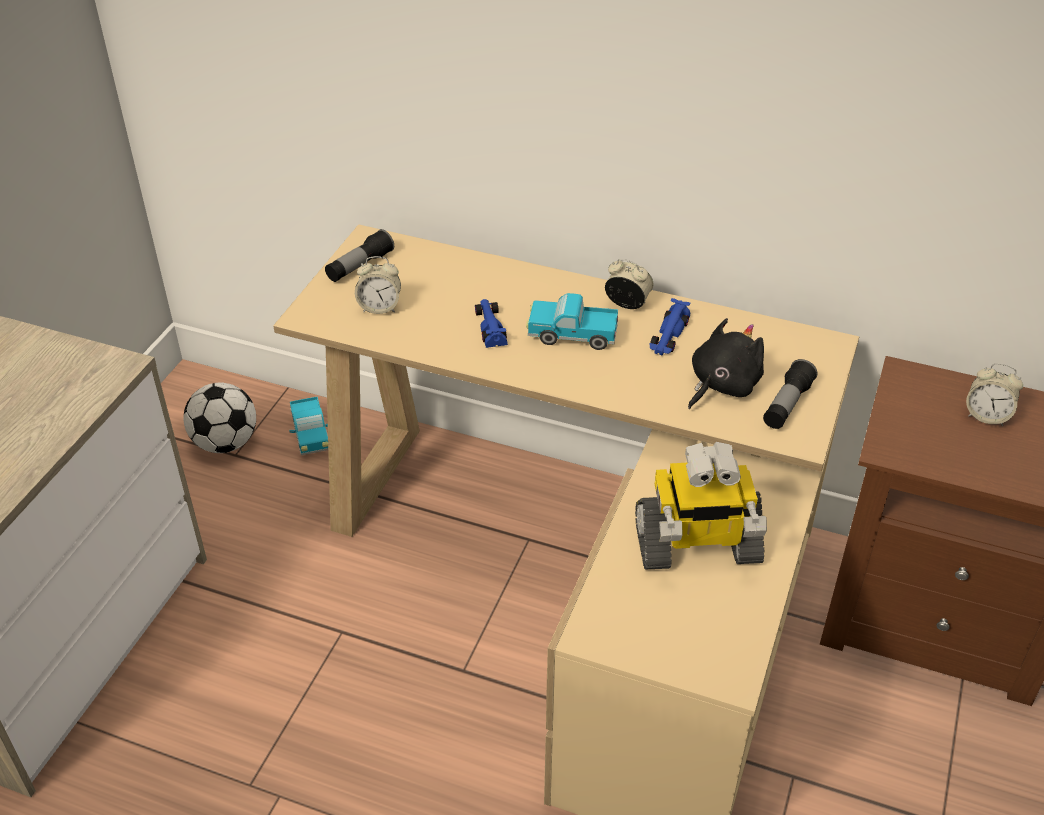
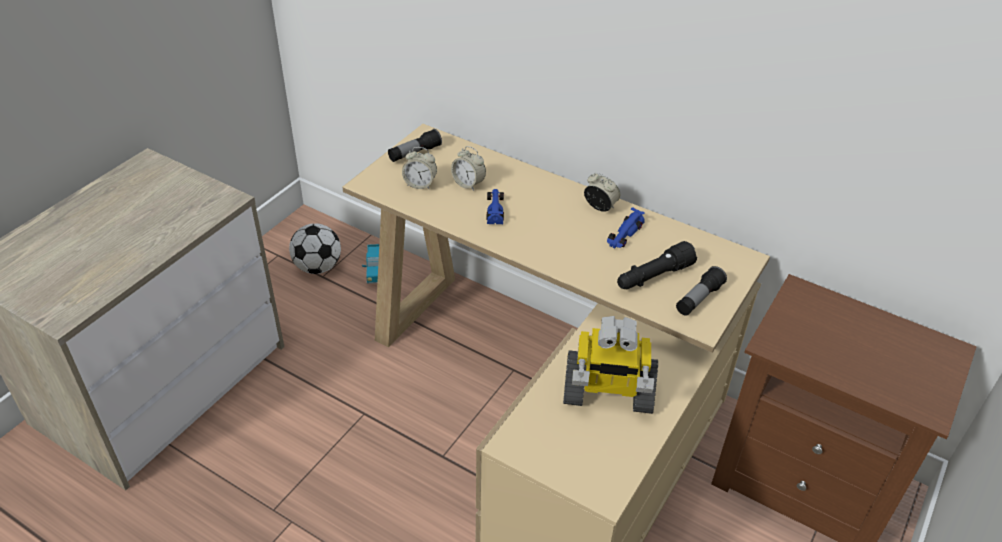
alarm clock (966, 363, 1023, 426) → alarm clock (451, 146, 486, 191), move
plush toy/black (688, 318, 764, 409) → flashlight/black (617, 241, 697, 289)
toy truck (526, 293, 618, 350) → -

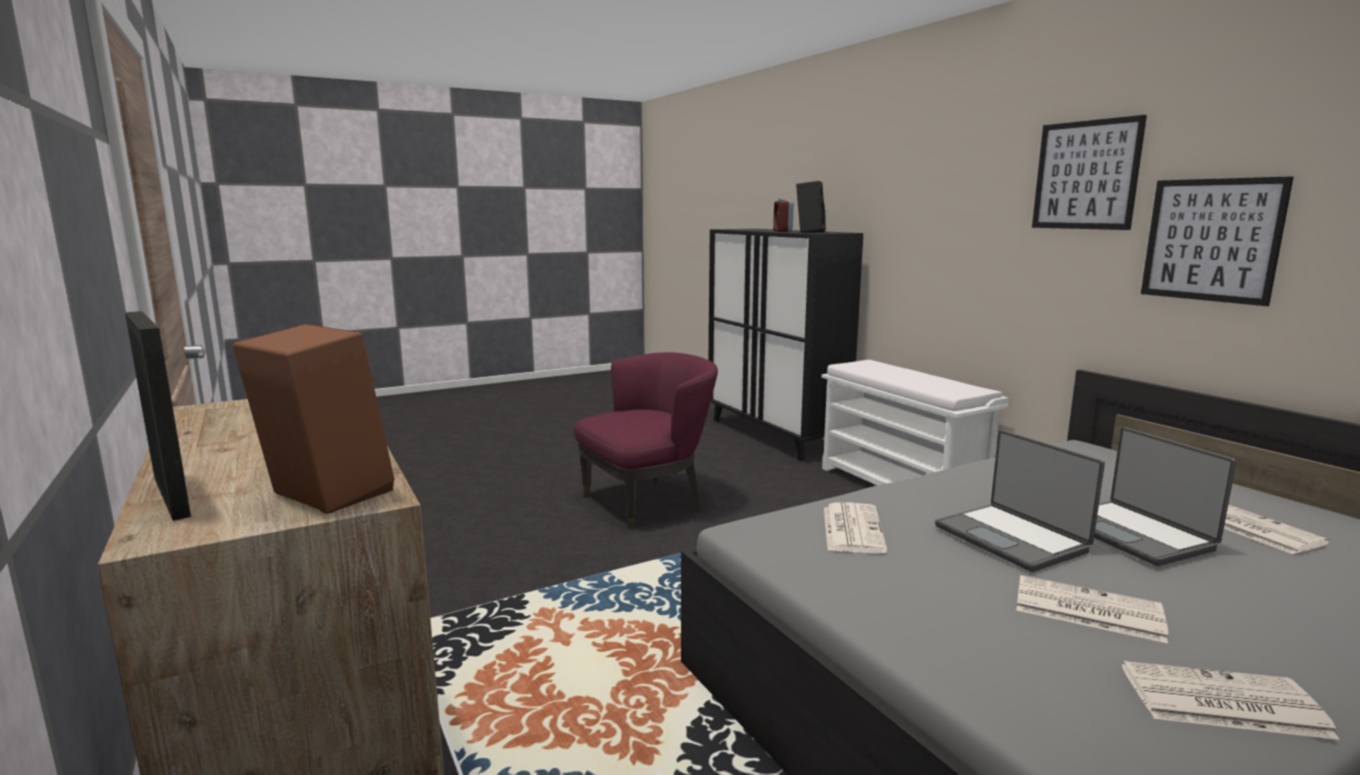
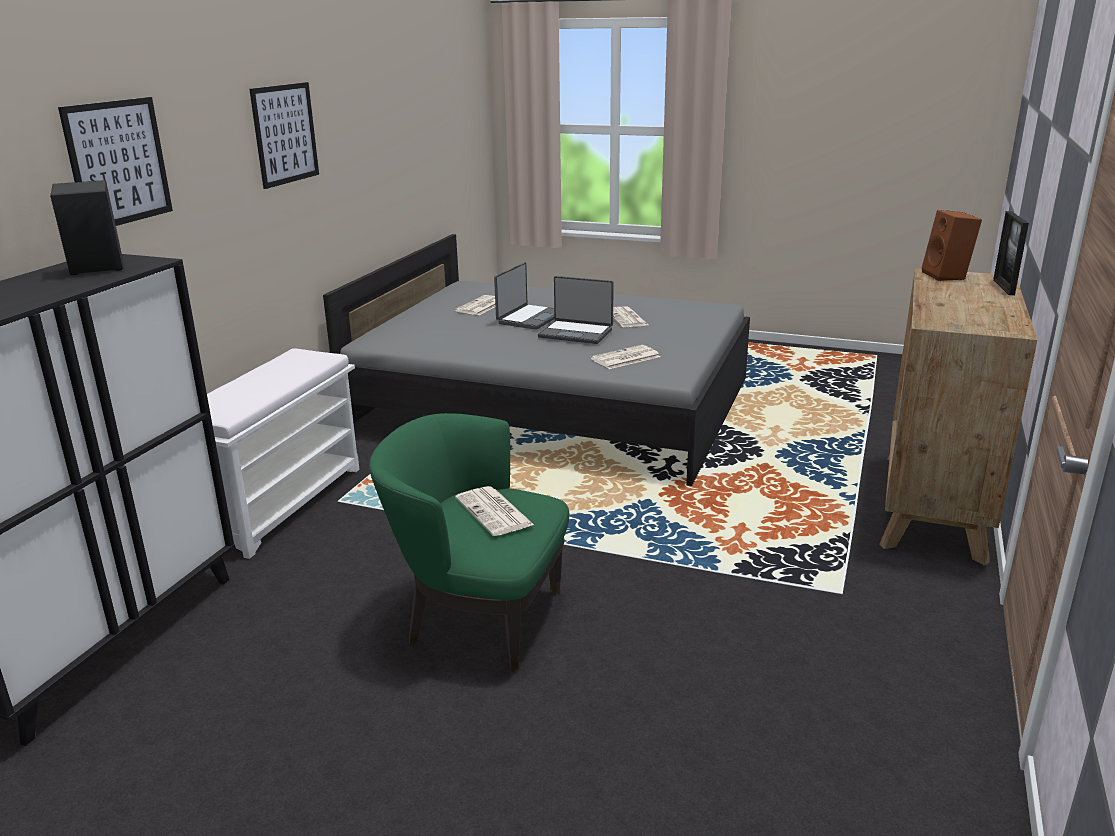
picture (1141, 176, 1294, 306) → picture (58, 97, 173, 226), move
armchair/purple (574, 352, 718, 529) → armchair/green (369, 413, 570, 670)
newspaper (1121, 661, 1340, 740) → newspaper (455, 486, 534, 536), move
laptop (935, 430, 1105, 572) → laptop (538, 276, 614, 344), 90 degrees clockwise
alarm clock (773, 198, 794, 232) → -

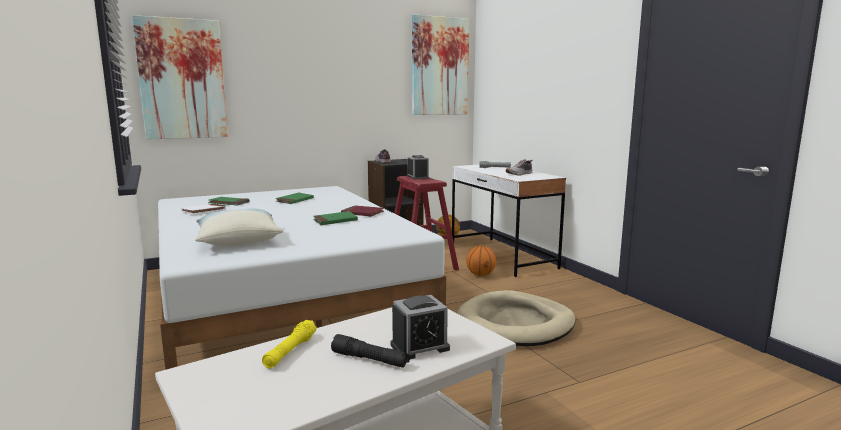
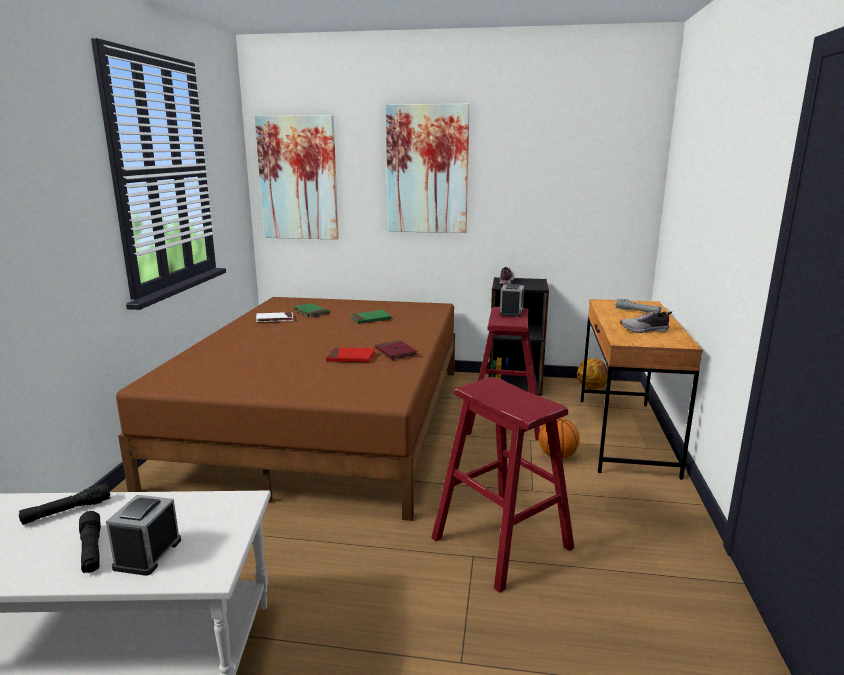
flashlight/yellow (262, 320, 317, 368) → flashlight/black (19, 483, 111, 525)
alarm clock (391, 295, 450, 359) → alarm clock (106, 495, 181, 576), 90 degrees clockwise
bed/white (158, 186, 446, 370) → bed/brown (116, 297, 455, 521)
book/green (313, 211, 358, 225) → book/red (326, 348, 375, 362)
picture (412, 15, 469, 115) → picture (386, 104, 470, 233), move
dog bed/beige (457, 290, 576, 346) → stool/red (432, 377, 574, 593)
desk/white (452, 165, 566, 277) → desk/brown (581, 299, 703, 480)
pillow (195, 209, 283, 246) → -

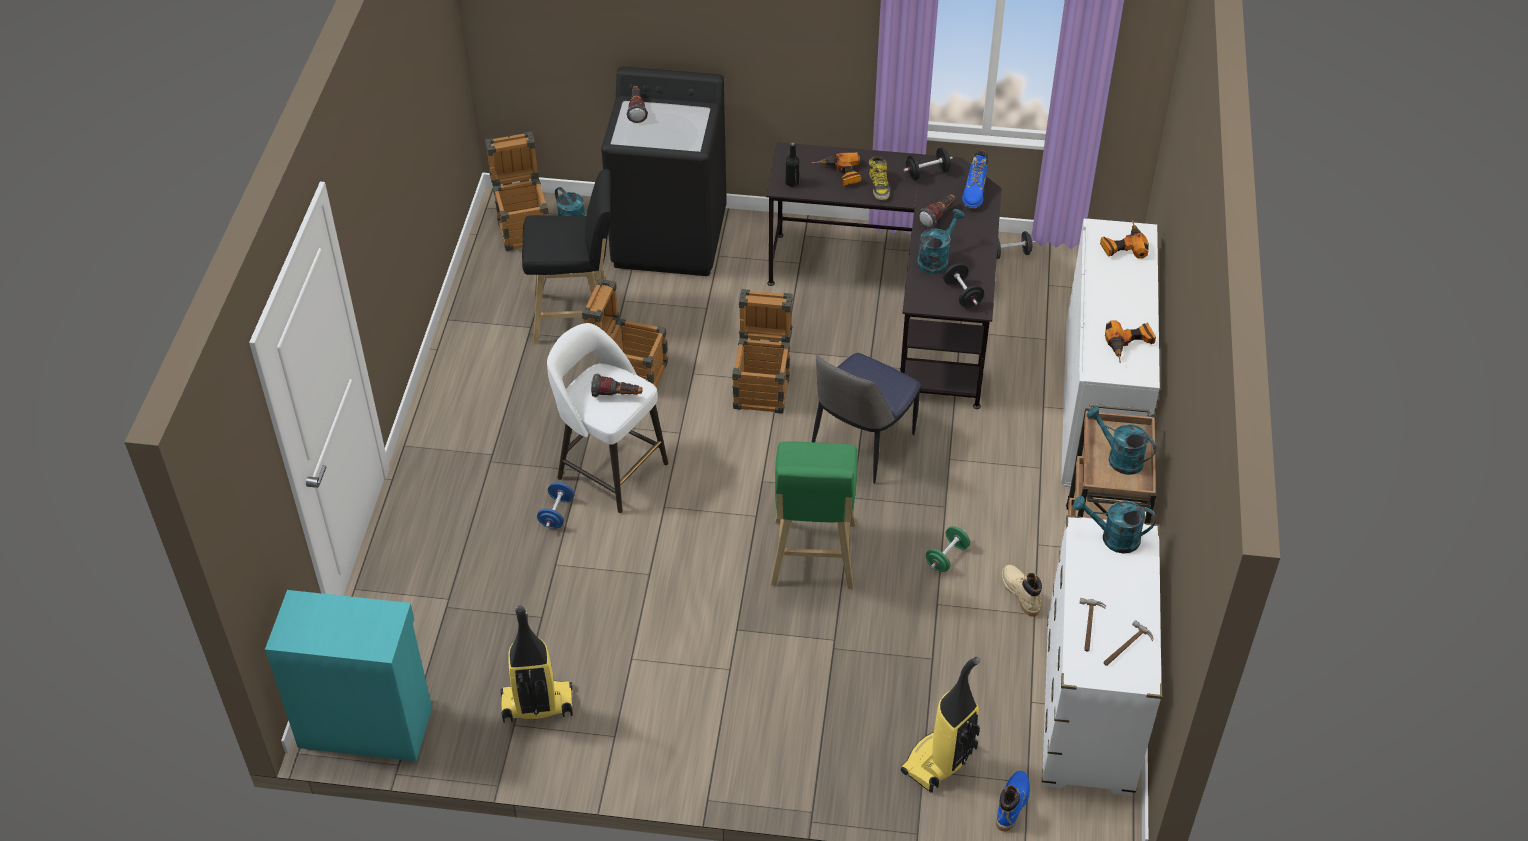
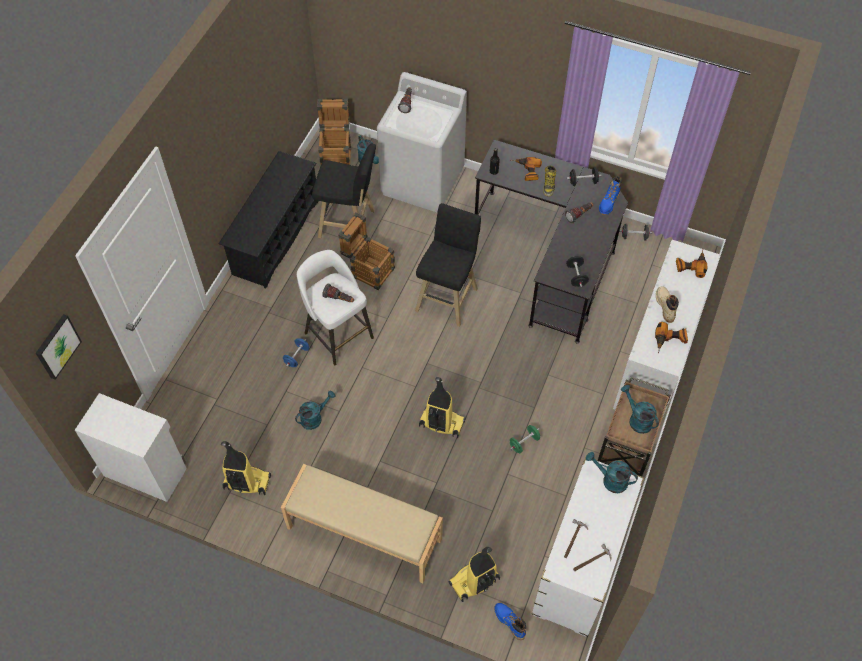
- → picture (36, 314, 82, 380)
cabinet/turquoise (265, 590, 432, 761) → cabinet/white (75, 393, 187, 502)
- → shoe rack/black (219, 151, 319, 289)
- → bench/beige (281, 464, 443, 583)
watering can/turquoise (917, 209, 965, 274) → watering can/turquoise (295, 391, 335, 430), move
washing machine/black (601, 66, 727, 276) → washing machine/white (377, 72, 467, 212)
crate (732, 289, 793, 414) → stool/black (415, 203, 481, 327)
stool/green (771, 441, 858, 589) → vacuum cleaner (419, 377, 465, 438)
boot/blue (996, 771, 1030, 832) → boot/blue (495, 603, 526, 640), 75 degrees counterclockwise
boot/beige (1001, 565, 1042, 617) → boot/beige (656, 286, 679, 323), move
chair (812, 353, 921, 484) → -

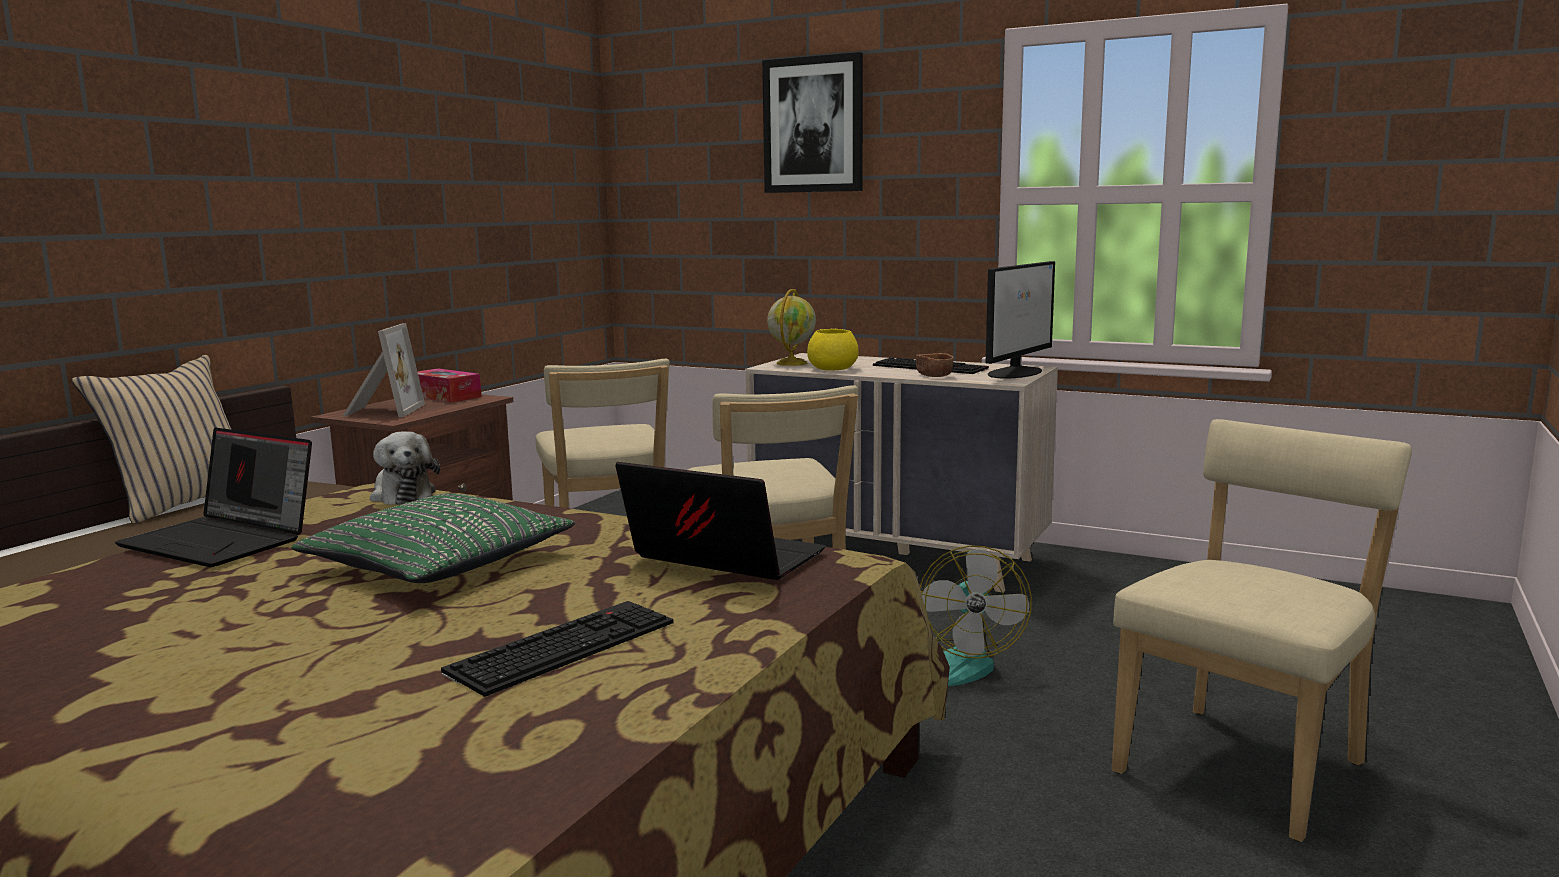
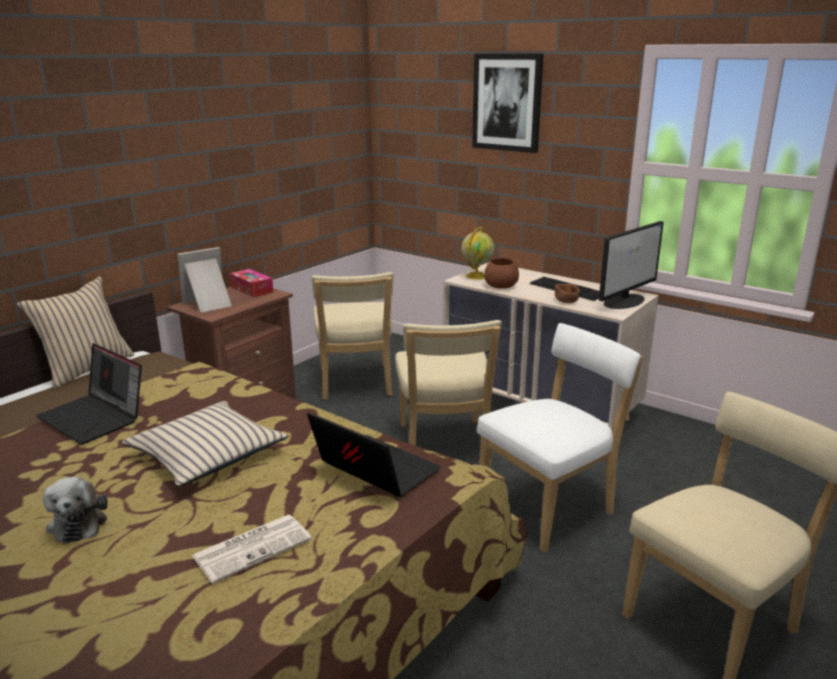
plush toy (370, 432, 440, 505) → plush toy (43, 477, 108, 544), move
pillow/green (292, 493, 575, 583) → pillow/beige (122, 401, 289, 486)
picture frame (342, 323, 425, 417) → picture frame (177, 247, 232, 313), 135 degrees counterclockwise
keyboard (441, 601, 673, 697) → newspaper (191, 515, 312, 584)
fan (920, 545, 1032, 686) → chair/white (477, 323, 643, 553)
bowl/yellow (807, 329, 859, 371) → bowl/brown (484, 258, 519, 289)

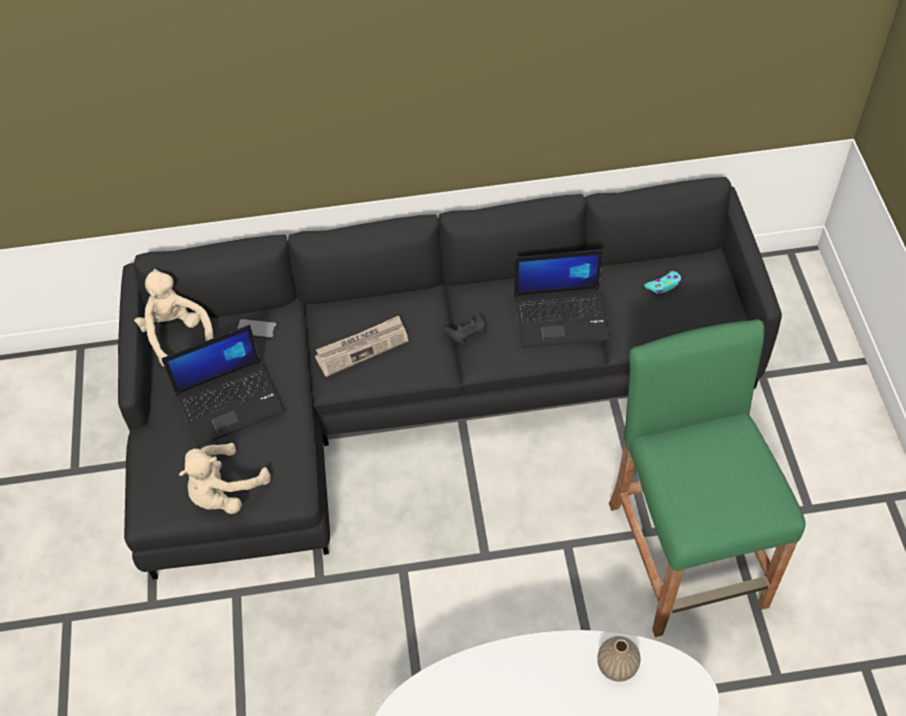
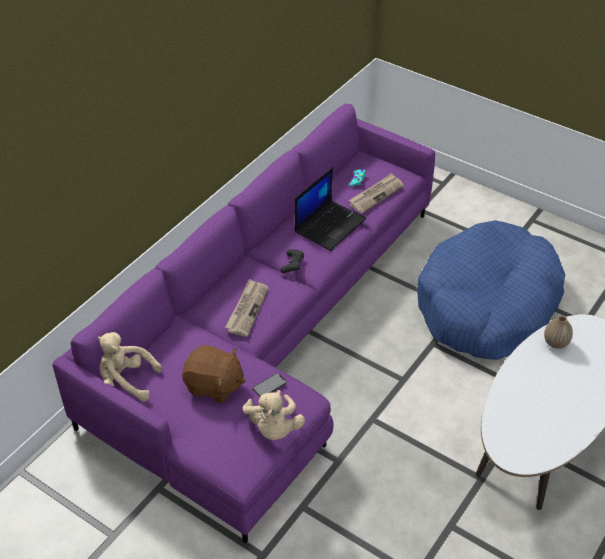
sofa/black (118, 177, 782, 579) → sofa/purple (52, 104, 435, 543)
laptop (161, 325, 284, 447) → plush toy/brown (182, 345, 246, 403)
phone (236, 319, 277, 339) → phone (253, 373, 287, 397), move
- → newspaper (349, 173, 404, 214)
stool/green (609, 319, 806, 637) → dog bed/blue (417, 220, 565, 360)

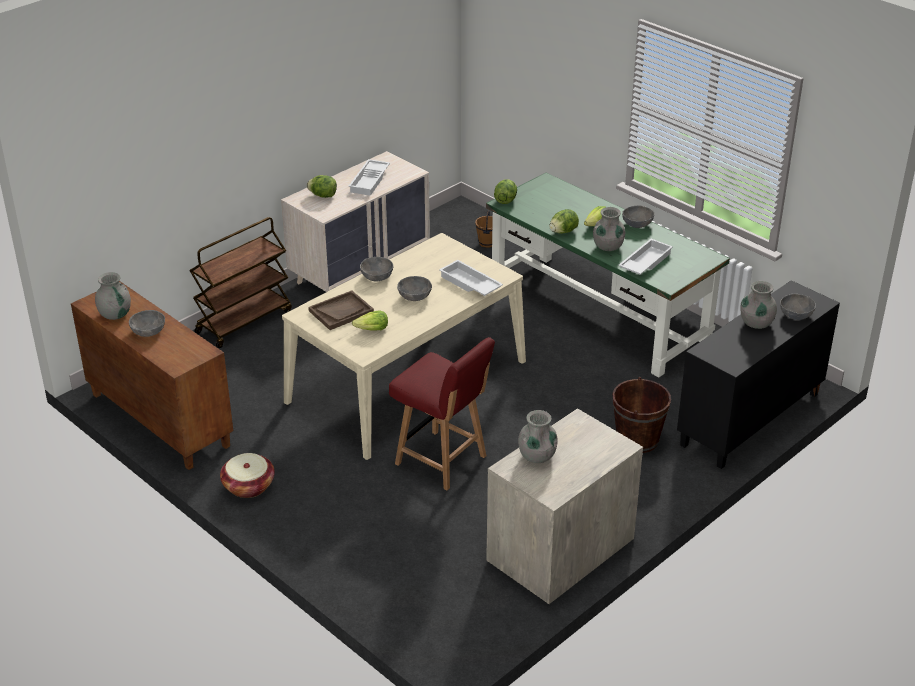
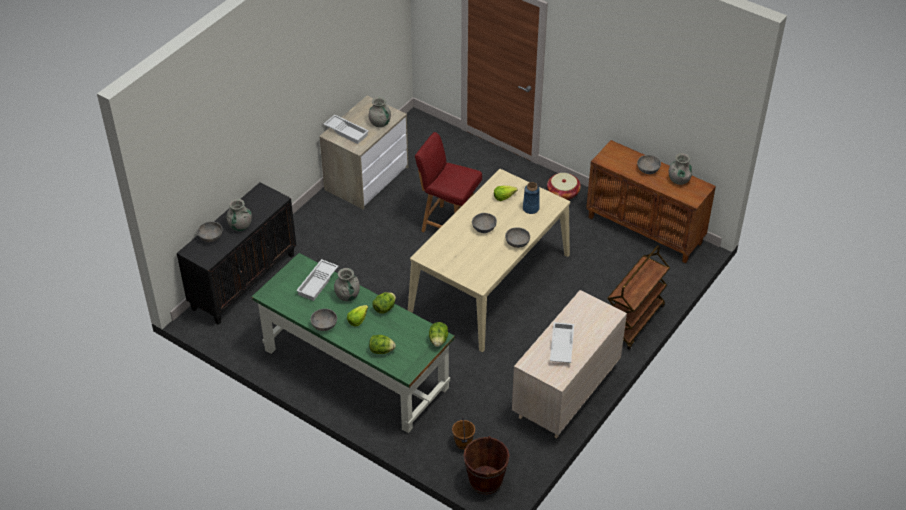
tray/white (439, 260, 503, 296) → tray/white (324, 115, 369, 144), move
lettuce (307, 175, 337, 198) → lettuce (369, 335, 396, 354), move
bucket/brown (612, 377, 671, 453) → bucket/brown (464, 436, 510, 495), move
tray/brown (308, 290, 374, 330) → vase/blue (523, 182, 540, 214)

